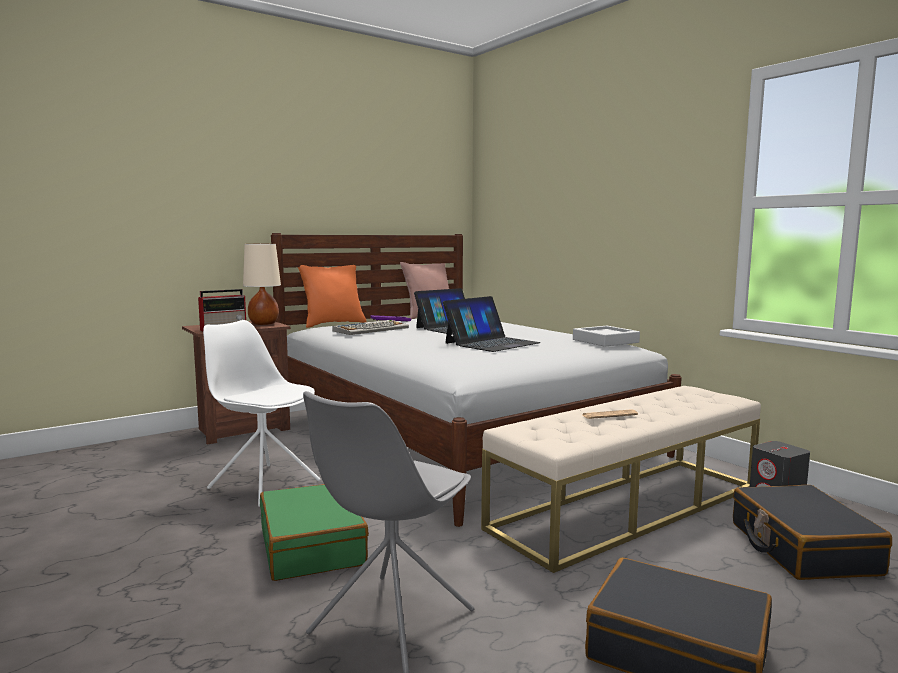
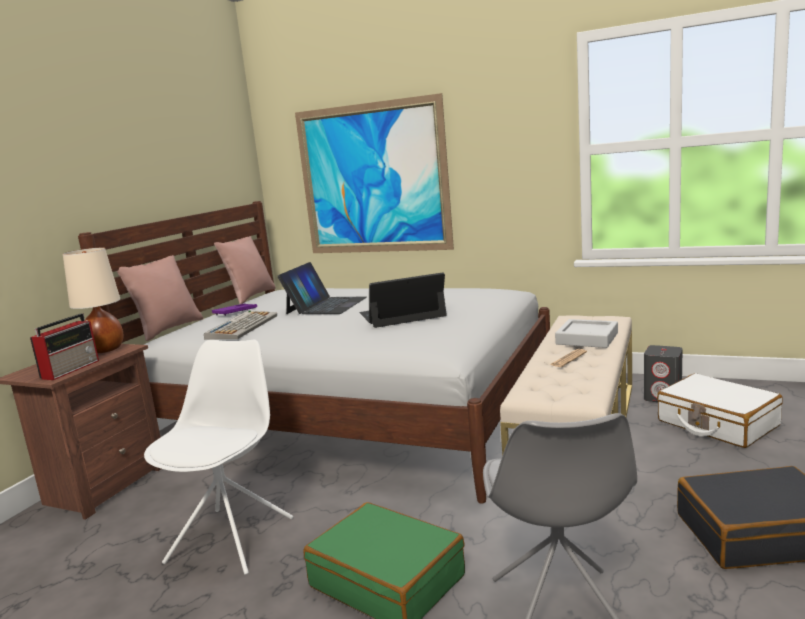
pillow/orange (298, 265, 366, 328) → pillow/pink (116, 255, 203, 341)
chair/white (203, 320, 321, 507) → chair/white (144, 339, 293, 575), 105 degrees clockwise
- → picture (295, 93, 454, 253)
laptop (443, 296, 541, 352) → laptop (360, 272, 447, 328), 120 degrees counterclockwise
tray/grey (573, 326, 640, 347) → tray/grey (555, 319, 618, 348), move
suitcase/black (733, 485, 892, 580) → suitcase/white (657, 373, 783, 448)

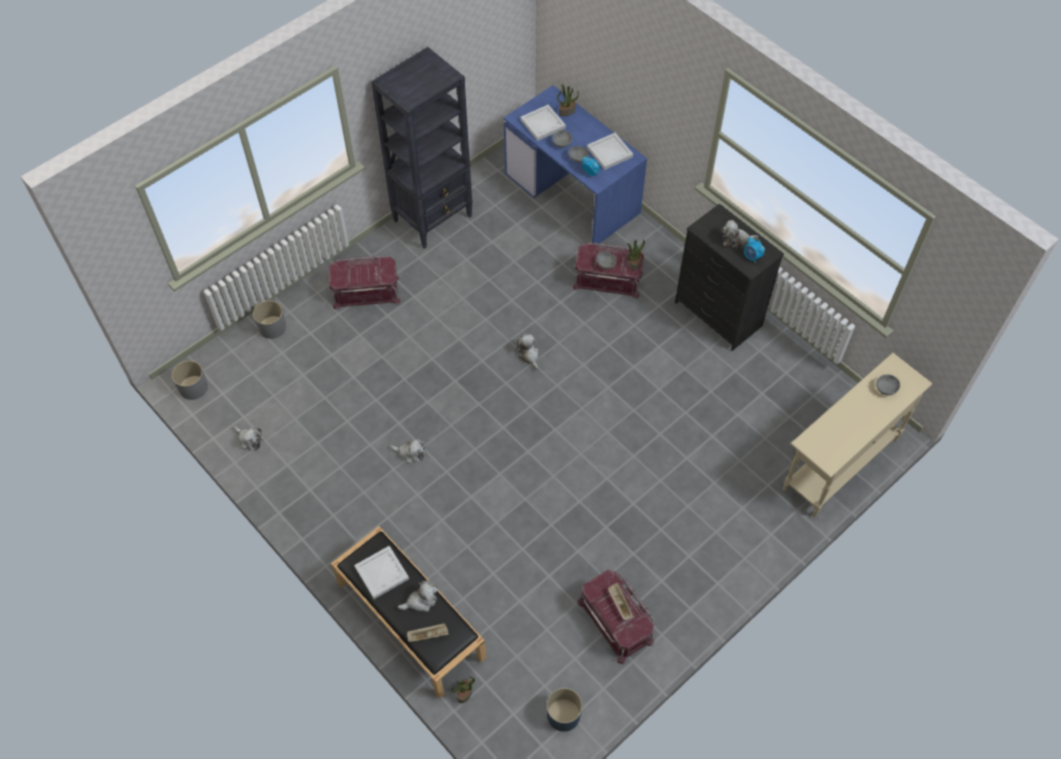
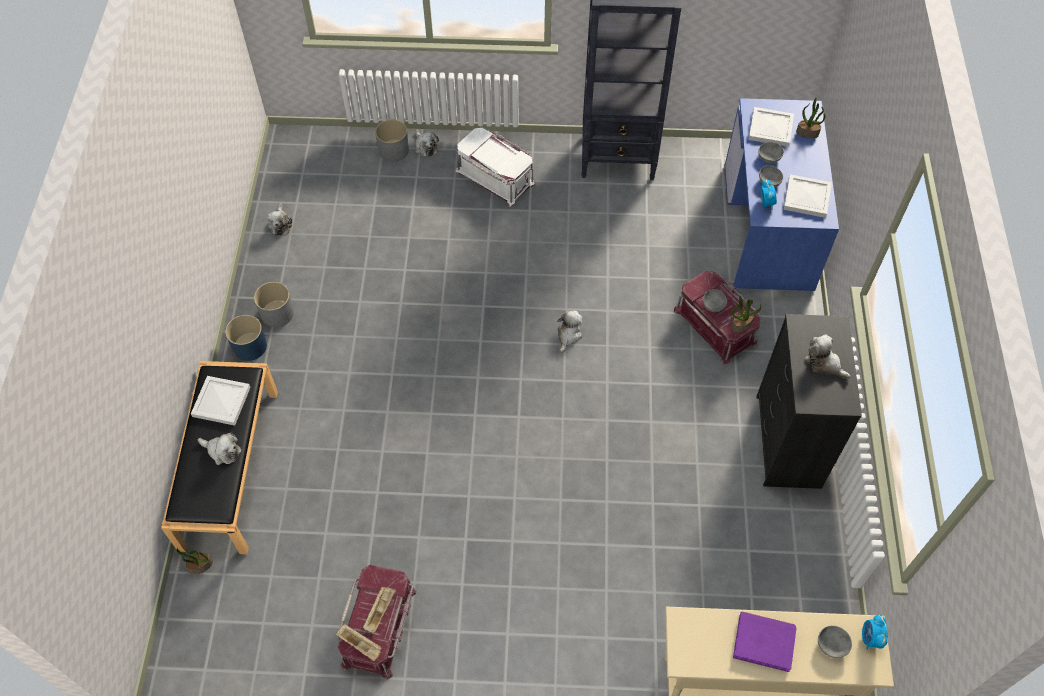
planter/blue (547, 688, 582, 732) → planter/blue (225, 315, 267, 361), move
planter/grey (172, 361, 208, 400) → planter/grey (254, 282, 294, 327), move
tray/beige (407, 623, 449, 642) → tray/beige (336, 624, 382, 661), move
plush toy (390, 438, 425, 464) → plush toy (415, 129, 439, 157), move
storage box/red (329, 256, 401, 310) → storage box/white (456, 128, 536, 207)
- → book/purple (733, 612, 796, 672)
alarm clock (744, 237, 765, 263) → alarm clock (862, 615, 888, 649), move

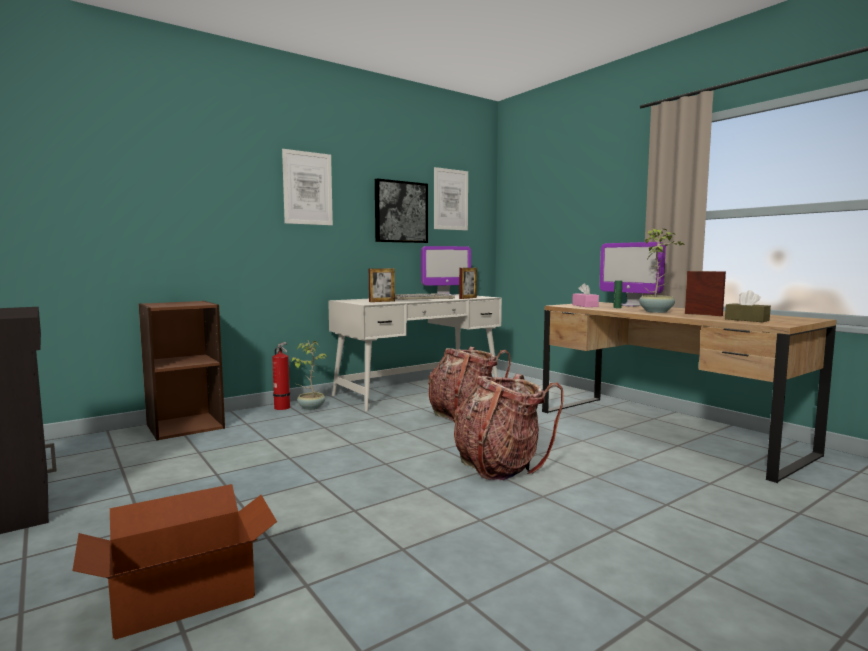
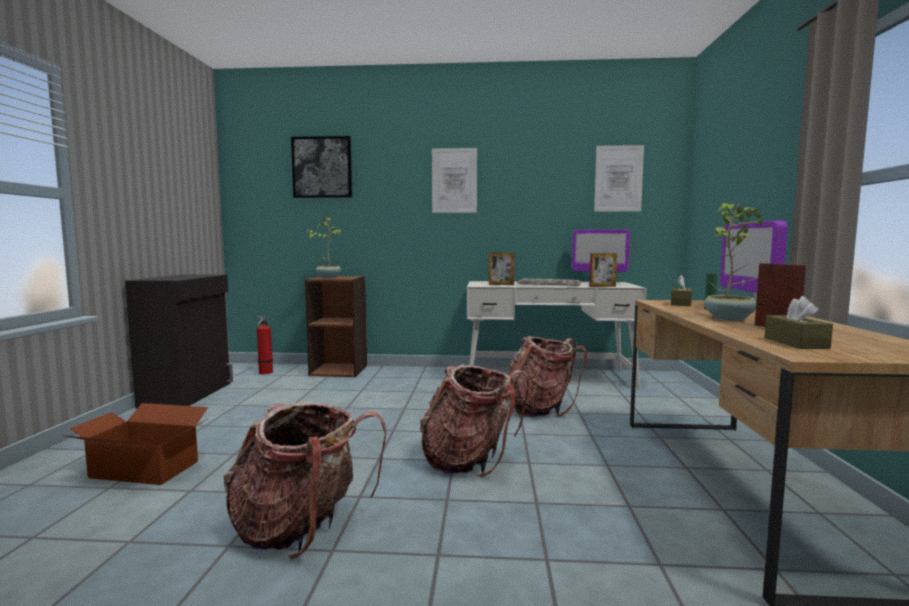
- → backpack (224, 401, 387, 559)
fire extinguisher (272, 342, 290, 410) → fire extinguisher (257, 316, 273, 374), move
picture (375, 179, 428, 243) → picture (291, 136, 352, 198), move
potted plant (291, 340, 328, 410) → potted plant (307, 217, 343, 278), move
tissue box/pink (572, 283, 599, 307) → tissue box/brown (671, 275, 692, 306)

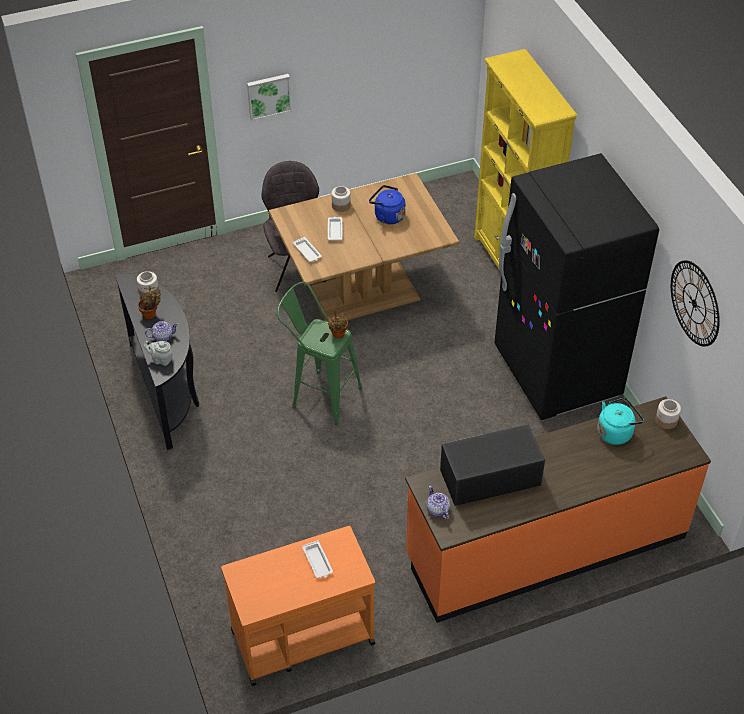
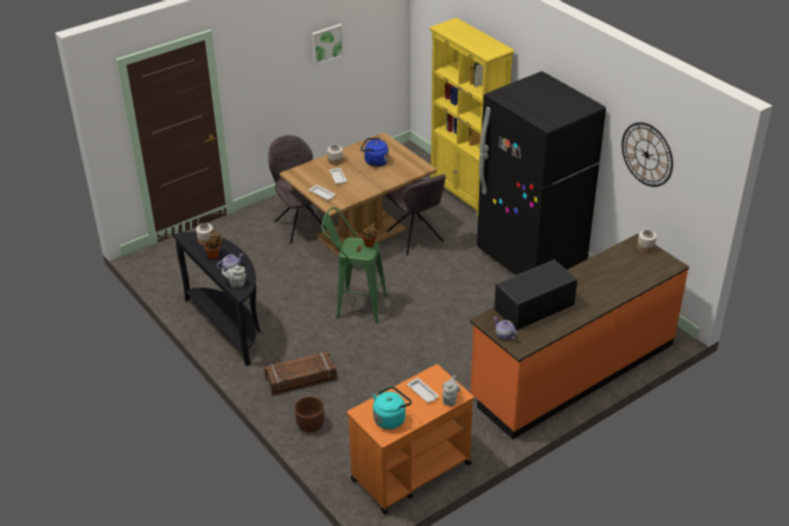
- → crate (264, 351, 337, 395)
- → planter/brown (294, 396, 324, 433)
picture (247, 74, 292, 121) → picture (312, 24, 344, 65), move
kettle/turquoise (597, 397, 644, 445) → kettle/turquoise (373, 386, 412, 429), move
- → chair/grey (385, 174, 446, 255)
- → teapot/grey (442, 375, 460, 406)

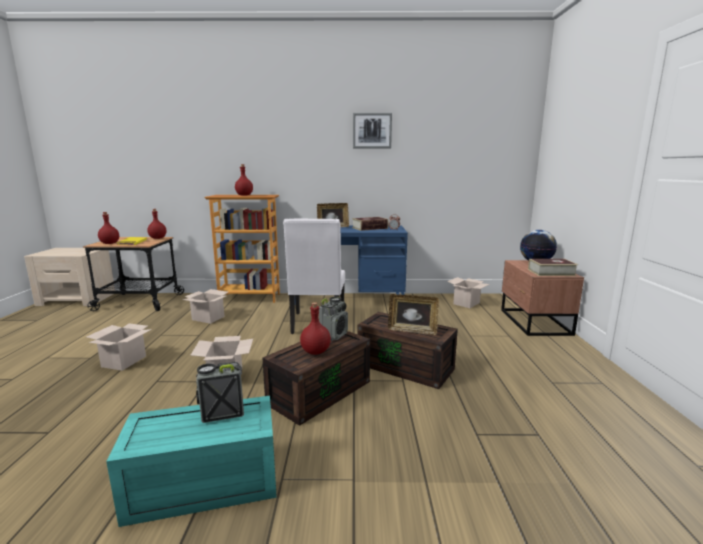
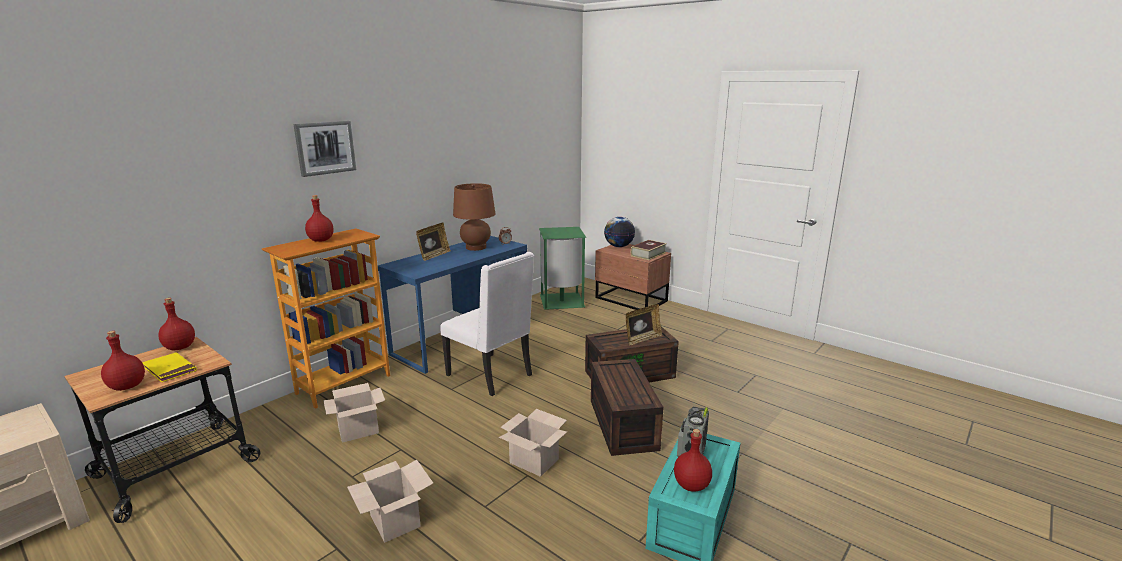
picture (353, 113, 392, 148) → picture (293, 121, 356, 177), move
book (352, 217, 388, 231) → table lamp/brown (453, 183, 495, 251)
cardboard box (447, 277, 490, 308) → trash can/green (539, 227, 586, 310)
bottle/red (300, 302, 331, 355) → bottle/red (674, 429, 712, 492), move
radio (319, 297, 348, 341) → -

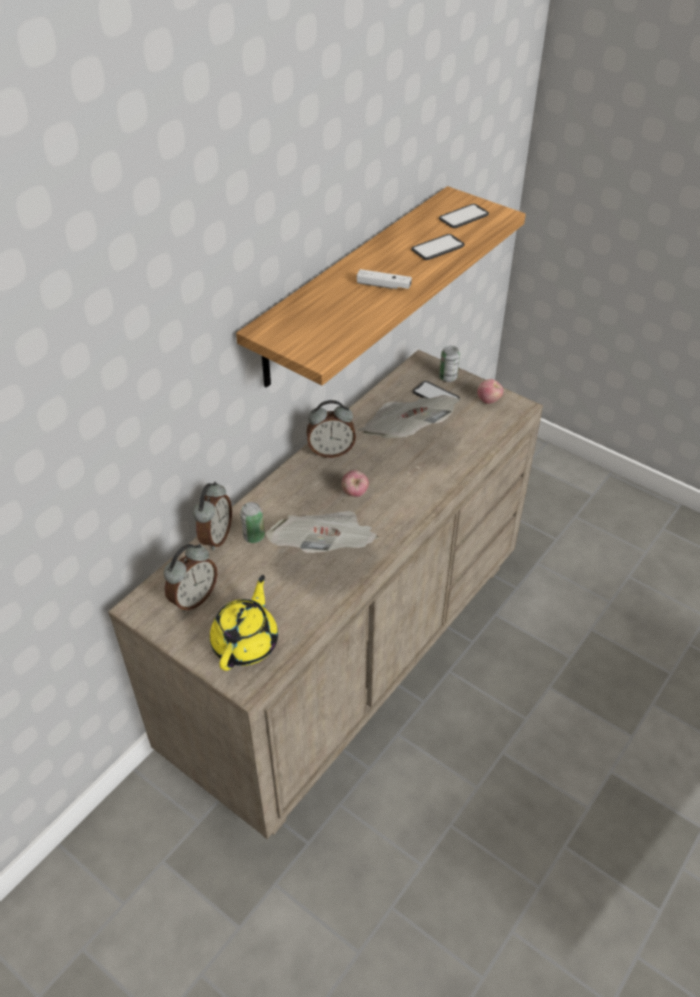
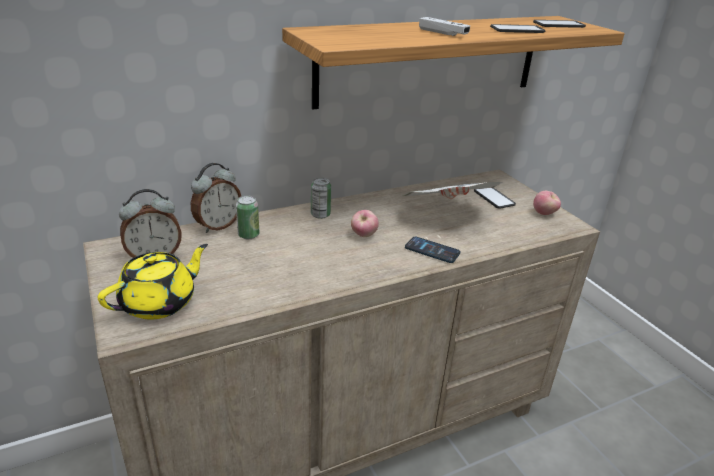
can (439, 345, 460, 382) → can (311, 178, 331, 219), move
- → phone (405, 237, 461, 263)
newspaper (265, 511, 379, 553) → -
alarm clock (306, 400, 356, 458) → -

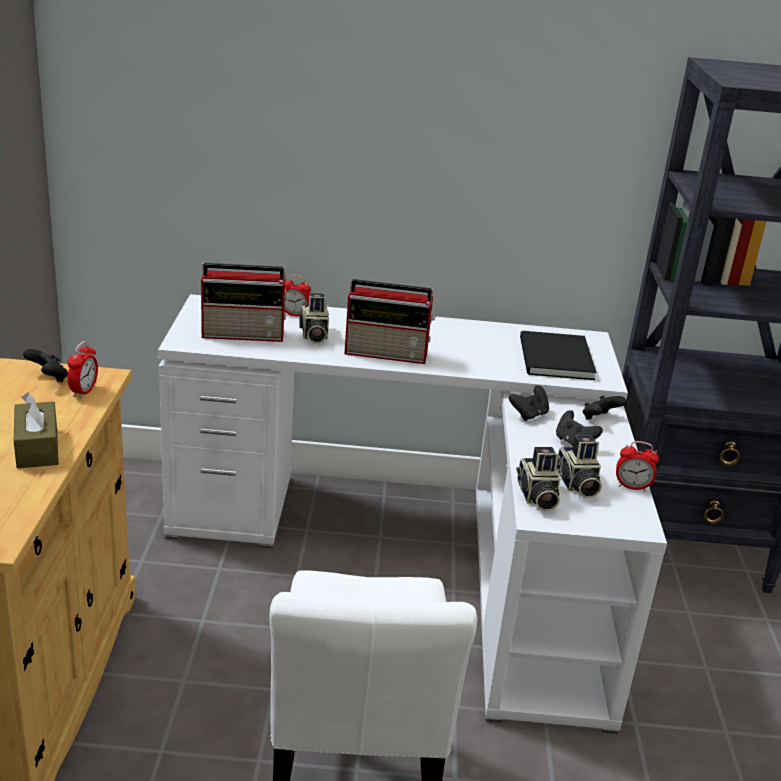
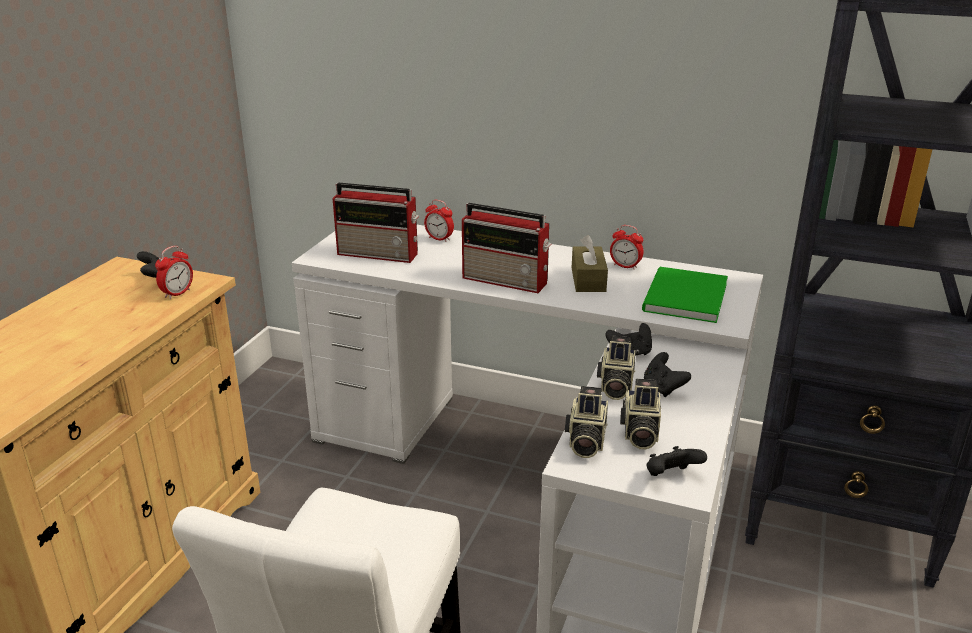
tissue box/brown (14, 392, 59, 468) → tissue box/brown (572, 235, 608, 292), move
photo camera (299, 293, 329, 343) → photo camera (597, 336, 636, 400), move
alarm clock (616, 441, 659, 491) → alarm clock (610, 225, 644, 270), move
book/black (520, 331, 596, 380) → book/green (642, 267, 728, 323)
game controller/black (583, 396, 626, 420) → game controller/black (646, 446, 707, 476), move

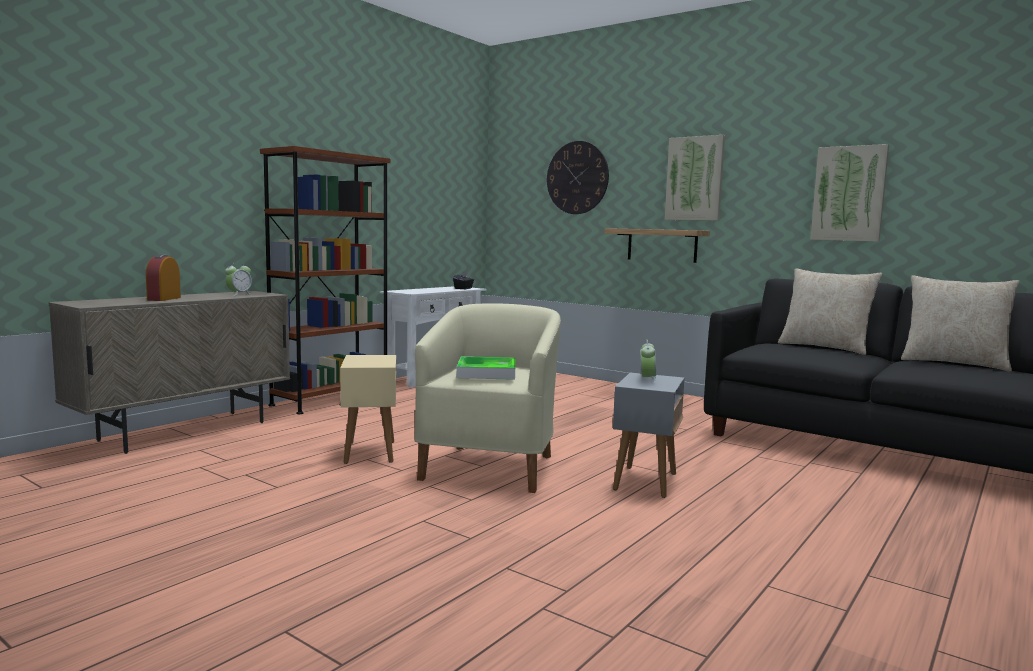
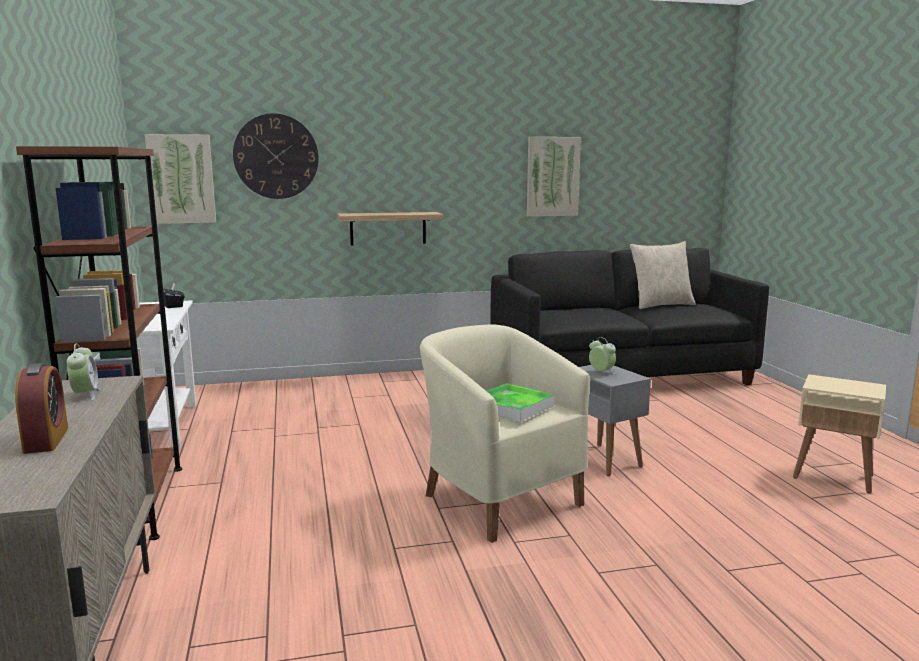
alarm clock (146, 254, 181, 301) → alarm clock (15, 363, 68, 454), 150 degrees counterclockwise
picture (665, 135, 725, 221) → picture (145, 134, 216, 224), move
side table/beige (339, 355, 396, 464) → side table/beige (793, 374, 886, 493), move
pillow/beige (778, 268, 882, 355) → -

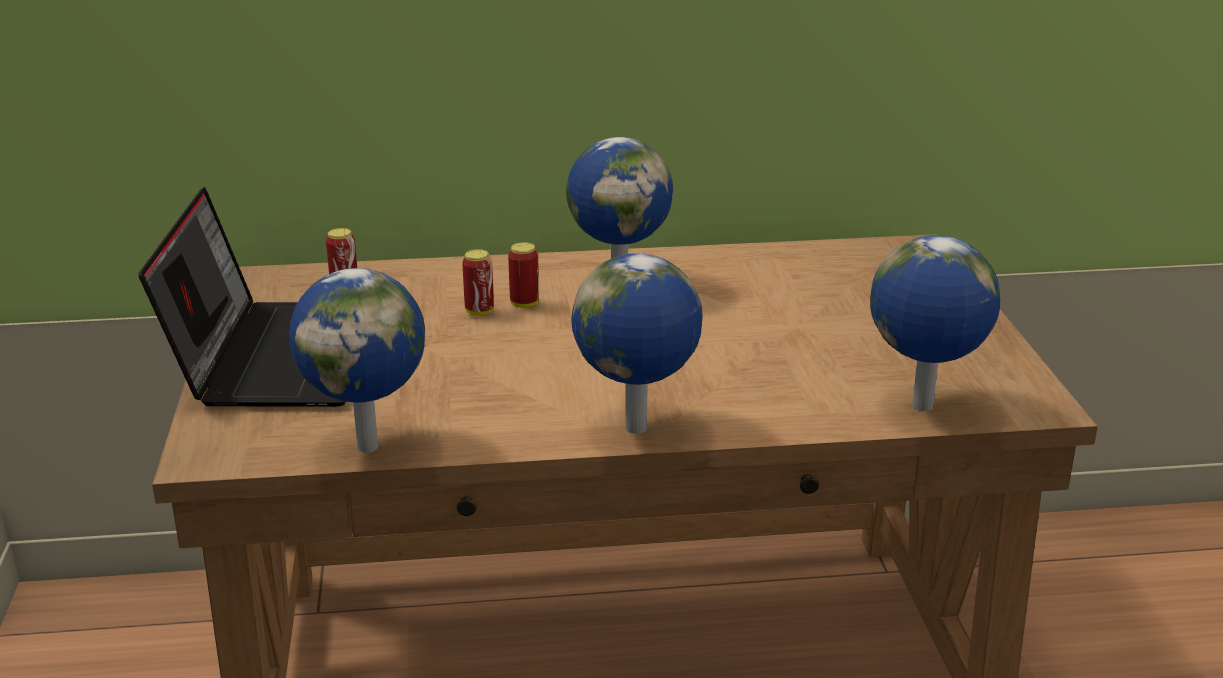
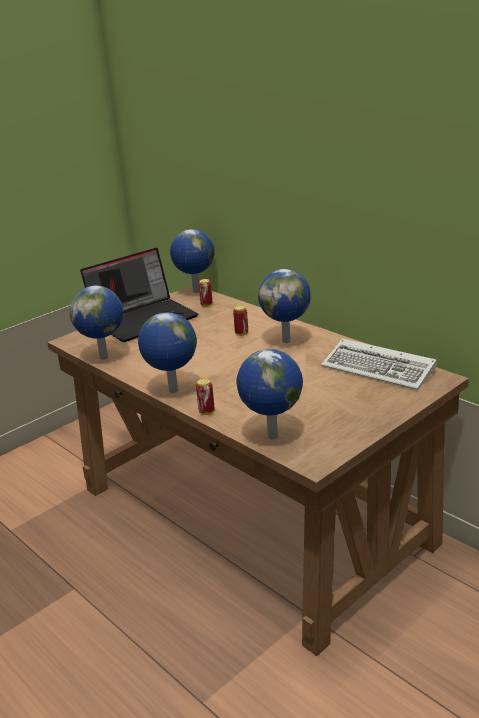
- → globe (170, 229, 215, 293)
can (462, 249, 494, 316) → can (196, 379, 214, 415), move
- → keyboard (321, 339, 437, 390)

